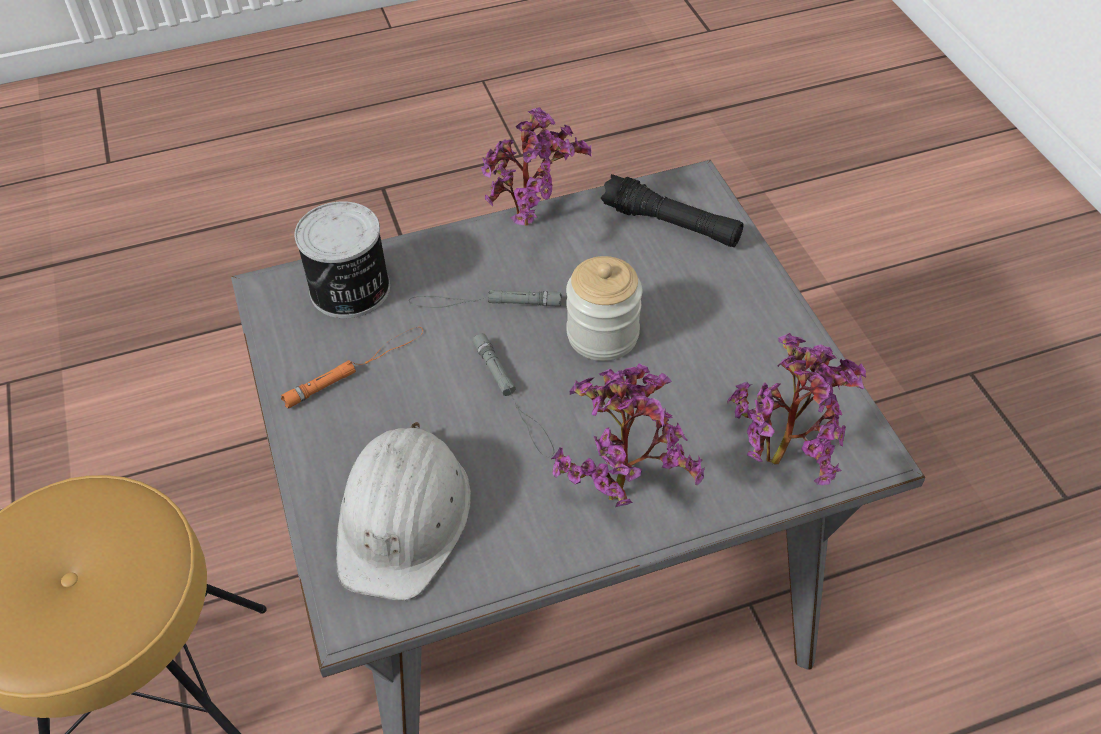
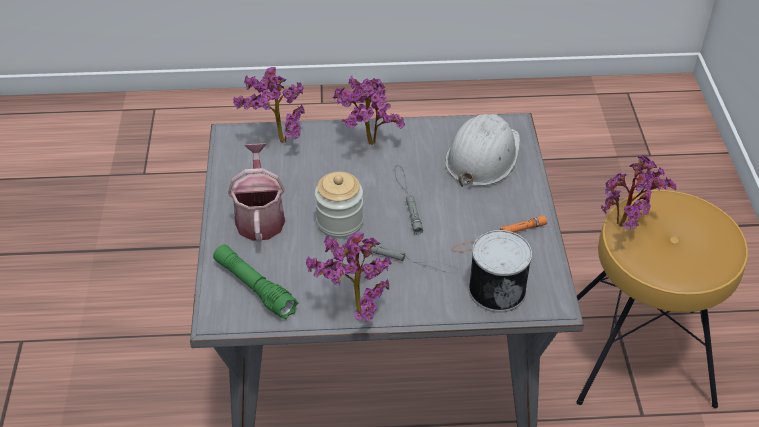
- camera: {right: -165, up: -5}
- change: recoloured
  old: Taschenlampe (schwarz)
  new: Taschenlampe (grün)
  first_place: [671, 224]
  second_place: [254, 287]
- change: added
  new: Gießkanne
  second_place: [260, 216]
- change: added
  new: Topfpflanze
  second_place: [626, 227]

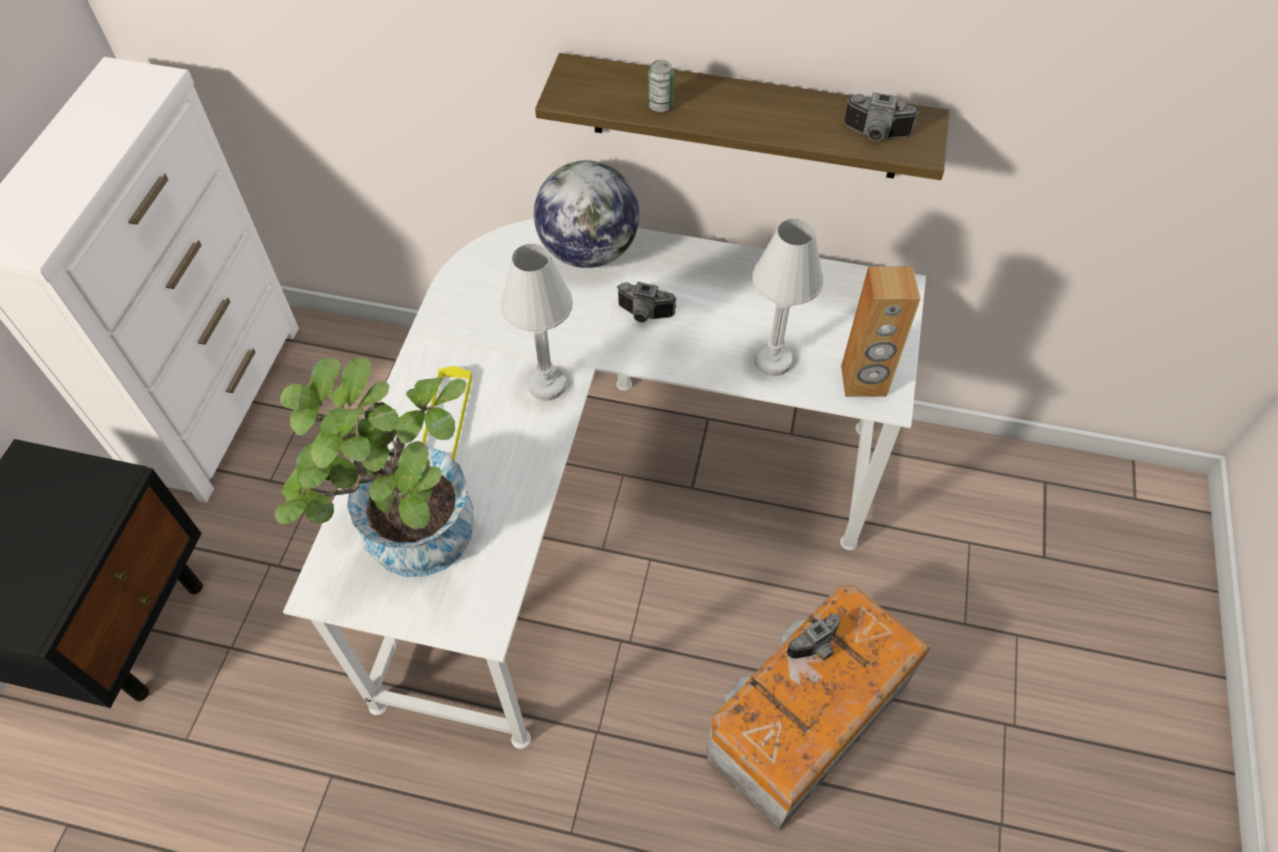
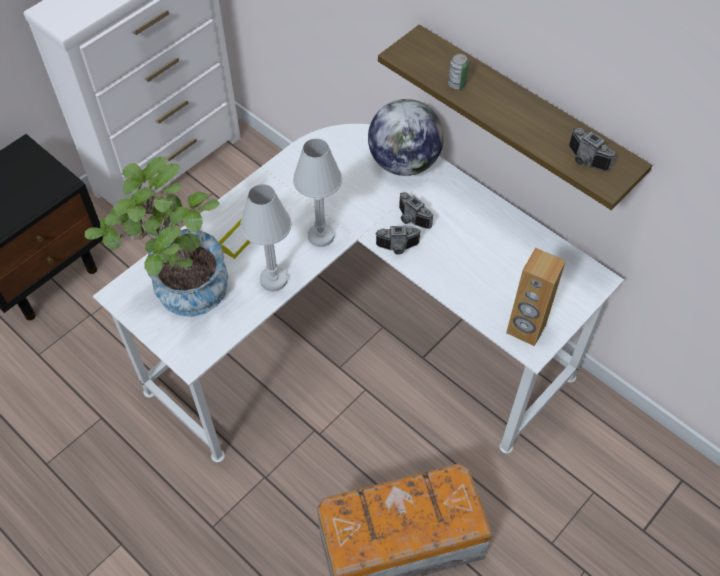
- camera: {right: 30, up: 0}
- change: moved
  old: Tischlampe (weiß)
  first_place: [772, 361]
  second_place: [273, 280]
- change: moved
  old: Kamera
  first_place: [817, 648]
  second_place: [398, 248]

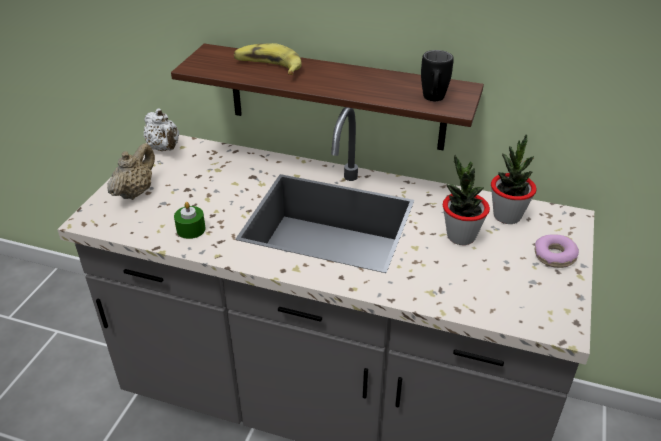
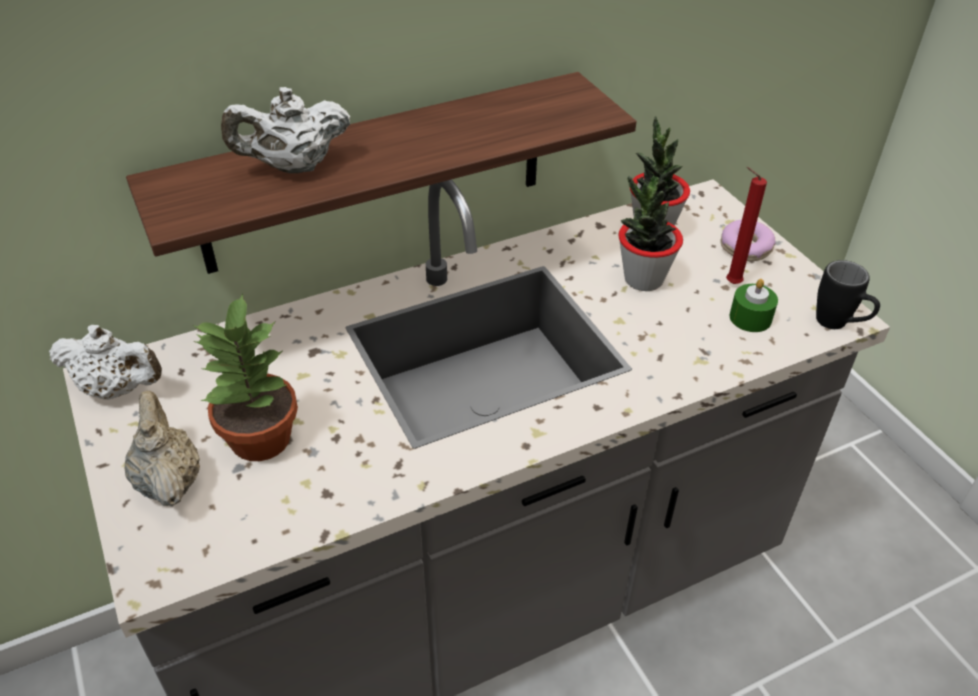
- camera: {right: -45, up: 5}
- change: added
  new: Topfpflanze
  second_place: [259, 439]
- change: replaced
  old: Banane
  new: Teekanne (weiß)
  first_place: [268, 67]
  second_place: [294, 167]
- change: added
  new: Kerze (rot)
  second_place: [730, 283]
- change: moved
  old: Kerze (grün)
  first_place: [191, 229]
  second_place: [750, 318]
- change: moved
  old: Henkelbecher (schwarz)
  first_place: [433, 100]
  second_place: [839, 325]

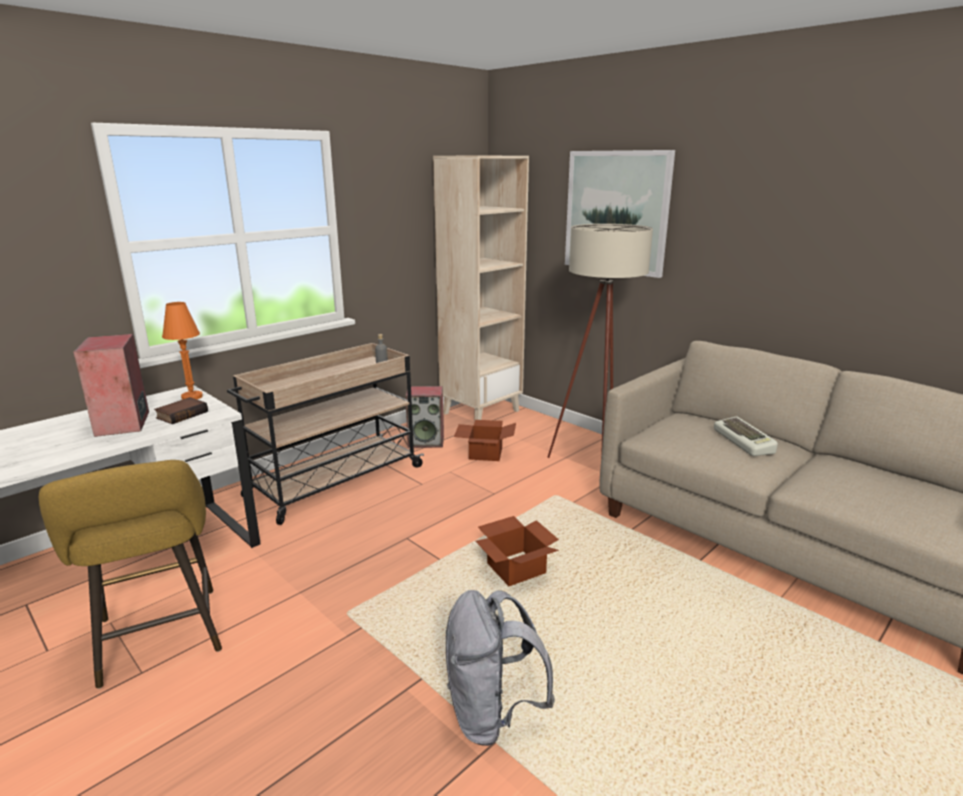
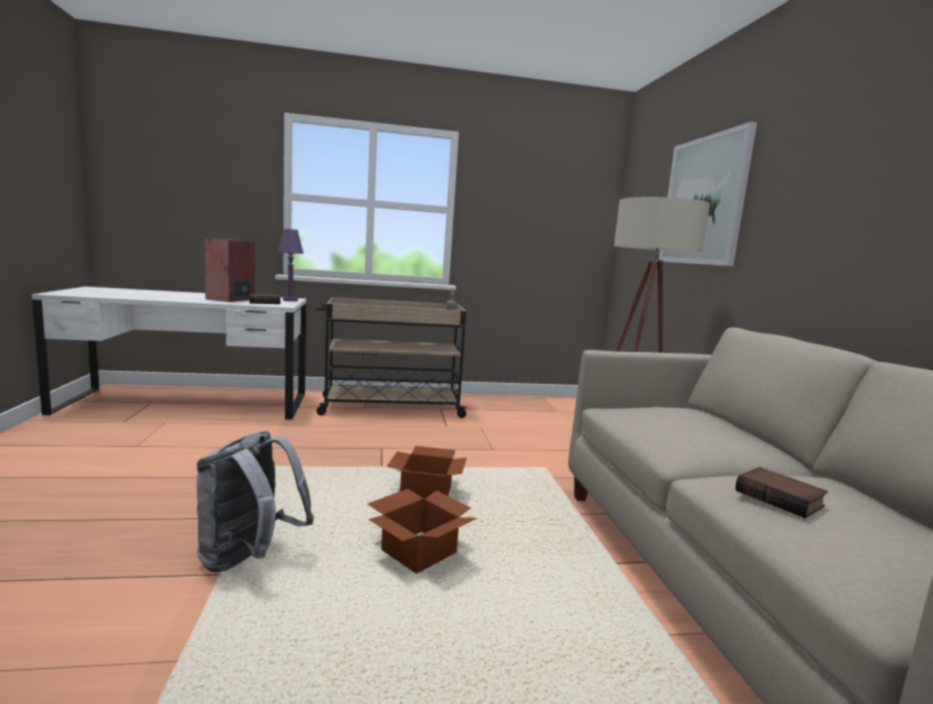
- camera: {right: 35, up: -10}
- change: recoloured
  old: Tischlampe (orange)
  new: Tischlampe (lila)
  first_place: [192, 397]
  second_place: [290, 300]
- change: moved
  old: Karton
  first_place: [484, 453]
  second_place: [418, 551]
- change: added
  new: Buch
  second_place: [781, 498]
- change: removed
  old: Hocker (gelb)
  first_place: [160, 641]
- change: removed
  old: Lautsprecher
  first_place: [426, 441]
- change: removed
  old: Bücherregal (beige)
  first_place: [481, 411]
- change: removed
  old: Tastatur
  first_place: [745, 441]

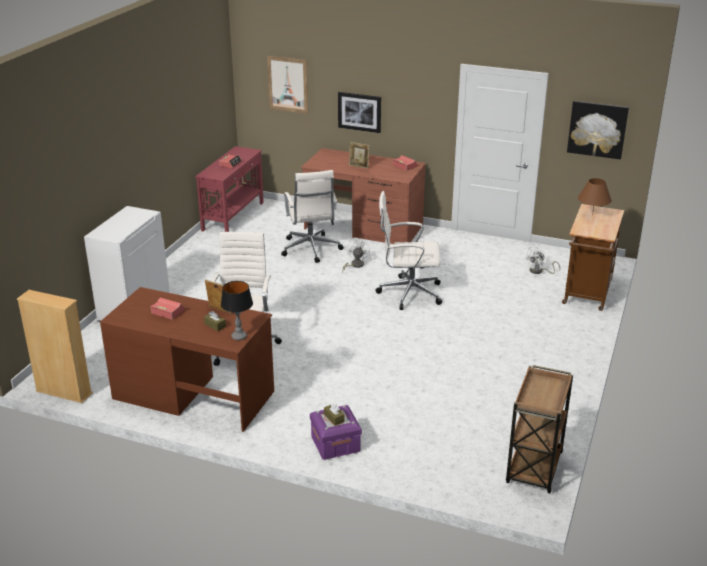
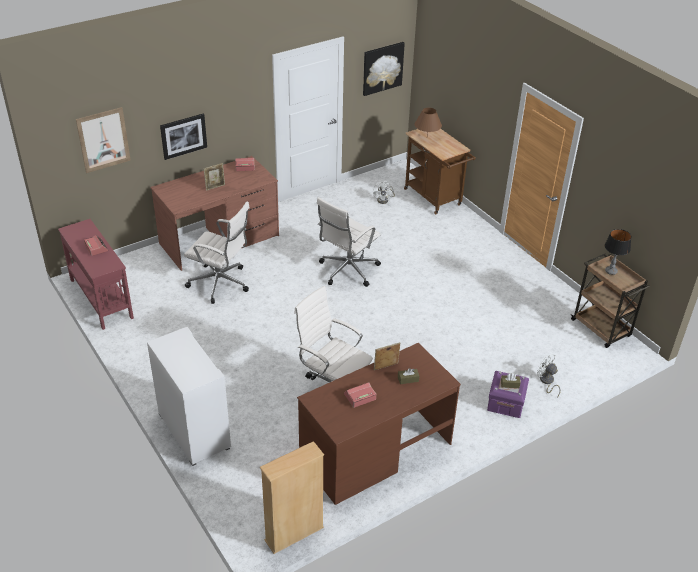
- camera: {right: -55, up: 10}
- change: moved
  old: Ventilator (weiß)
  first_place: [355, 265]
  second_place: [546, 382]
- change: moved
  old: Tischlampe
  first_place: [239, 337]
  second_place: [611, 271]

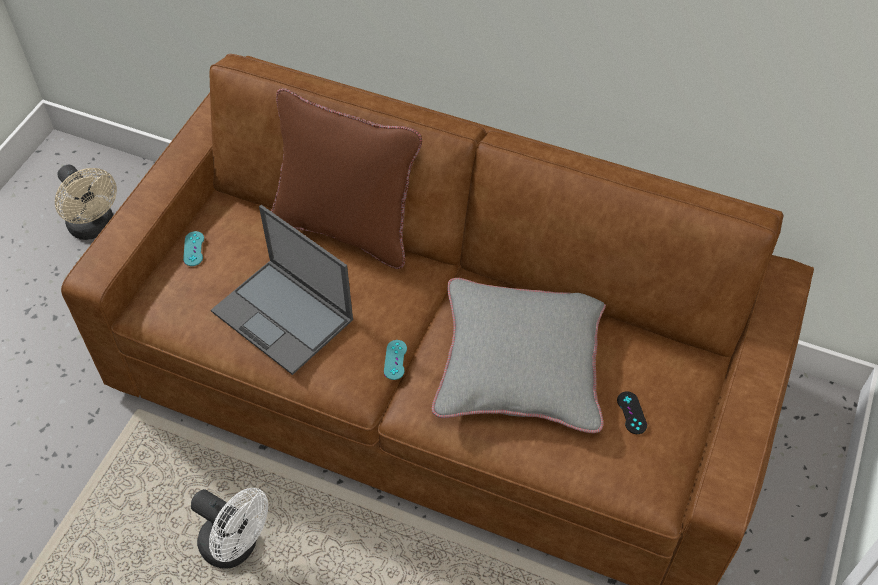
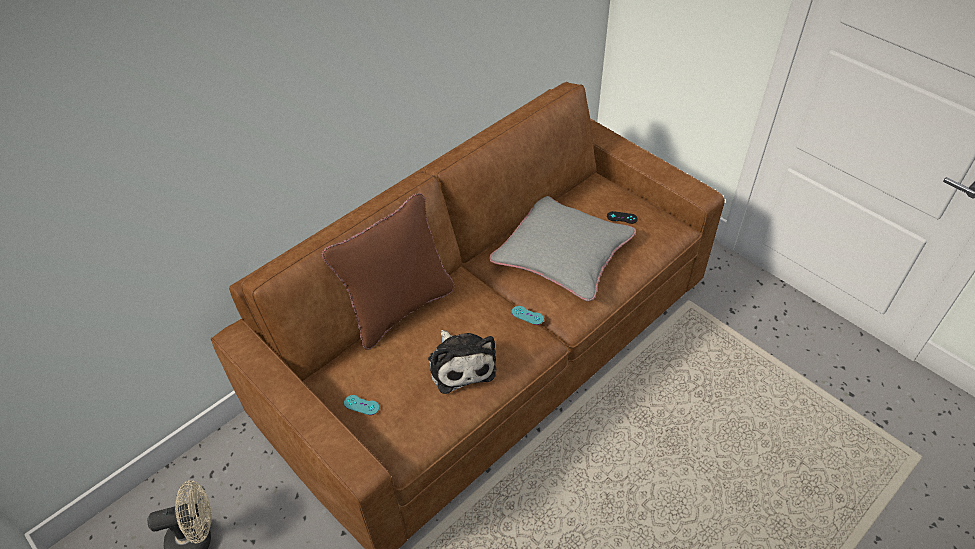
- camera: {right: -65, up: -5}
- change: replaced
  old: Laptop
  new: Plüschtier
  first_place: [284, 316]
  second_place: [461, 364]
- change: removed
  old: Ventilator (weiß)
  first_place: [236, 546]

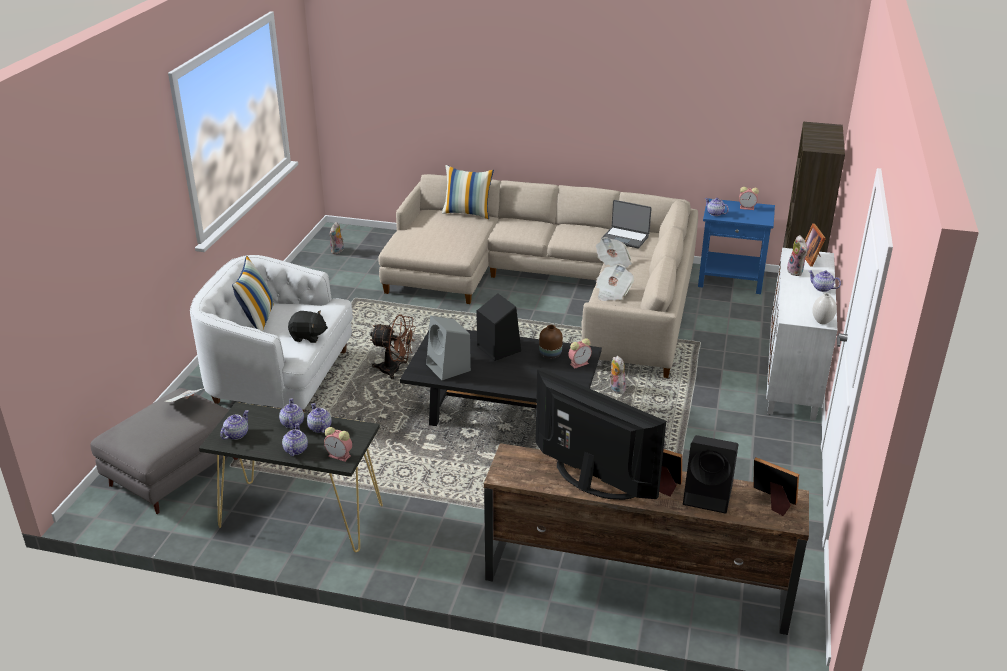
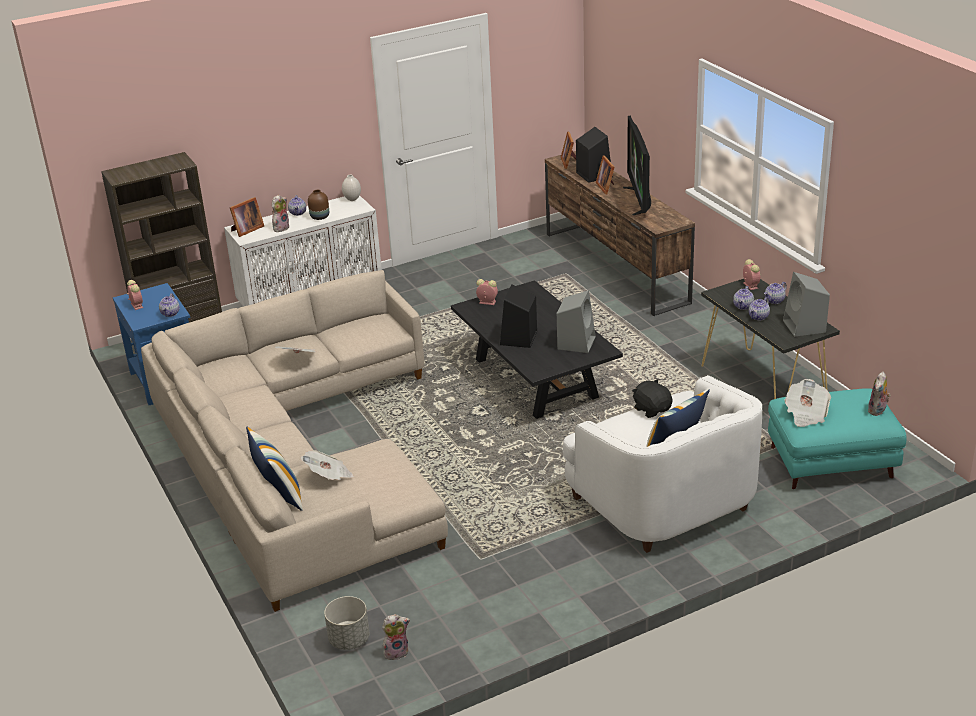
- camera: {right: -130, up: 0}
- change: moved
  old: Zeitung
  first_place: [612, 293]
  second_place: [329, 476]
- change: moved
  old: Vase (braun)
  first_place: [549, 354]
  second_place: [320, 217]
- change: added
  new: Pflanzkübel (grau)
  second_place: [349, 639]
- change: recoloured
  old: Polsterhocker (grau)
  new: Polsterhocker (türkis)
  first_place: [174, 472]
  second_place: [831, 463]
- change: replaced
  old: Teekanne
  new: Lautsprecher (grau)
  first_place: [236, 434]
  second_place: [805, 327]
- change: moved
  old: Plüschtier
  first_place: [615, 389]
  second_place: [878, 411]
- change: removed
  old: Ventilator (braun)
  first_place: [395, 370]
- change: removed
  old: Laptop
  first_place: [625, 238]

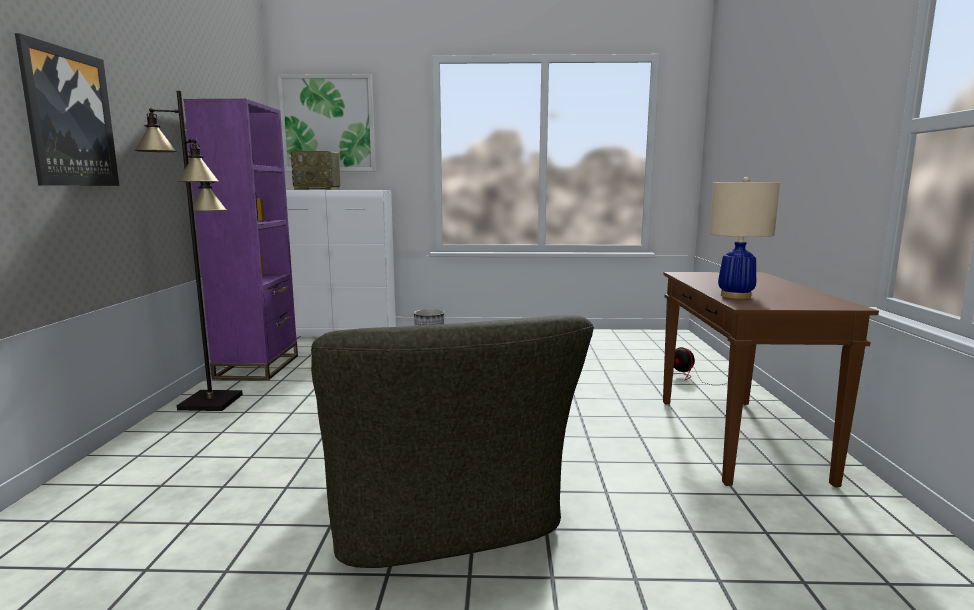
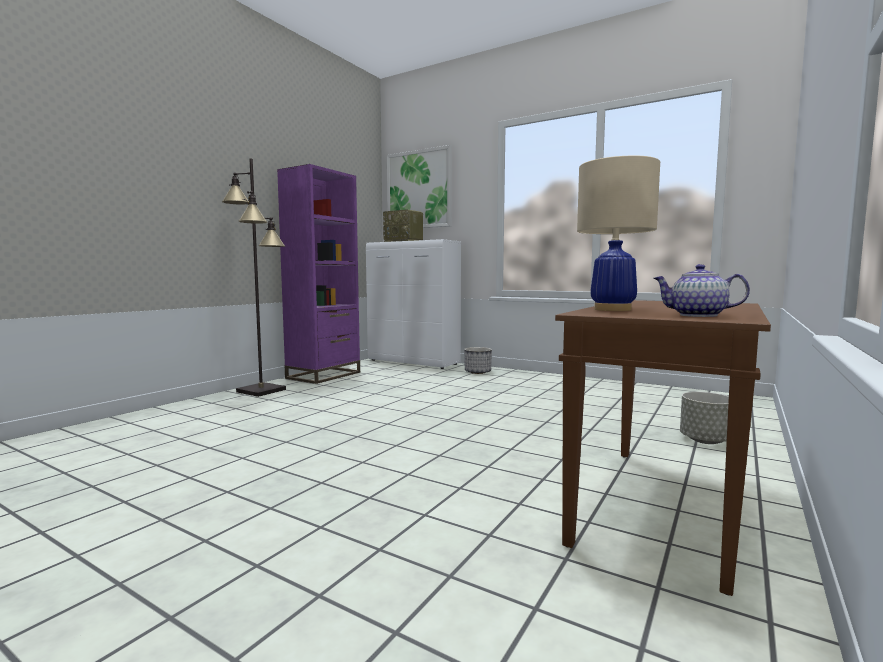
- camera: {right: 30, up: -5}
- change: added
  new: Teekanne
  second_place: [697, 315]
- change: replaced
  old: Ventilator
  new: Pflanzkübel (grau)
  first_place: [695, 378]
  second_place: [704, 440]
- change: removed
  old: Bild
  first_place: [69, 118]
- change: removed
  old: Sessel (grün)
  first_place: [443, 519]

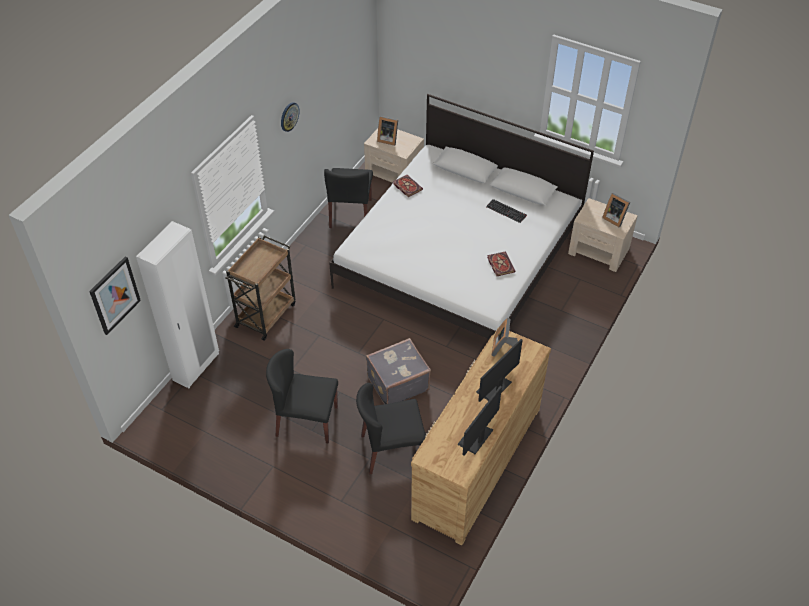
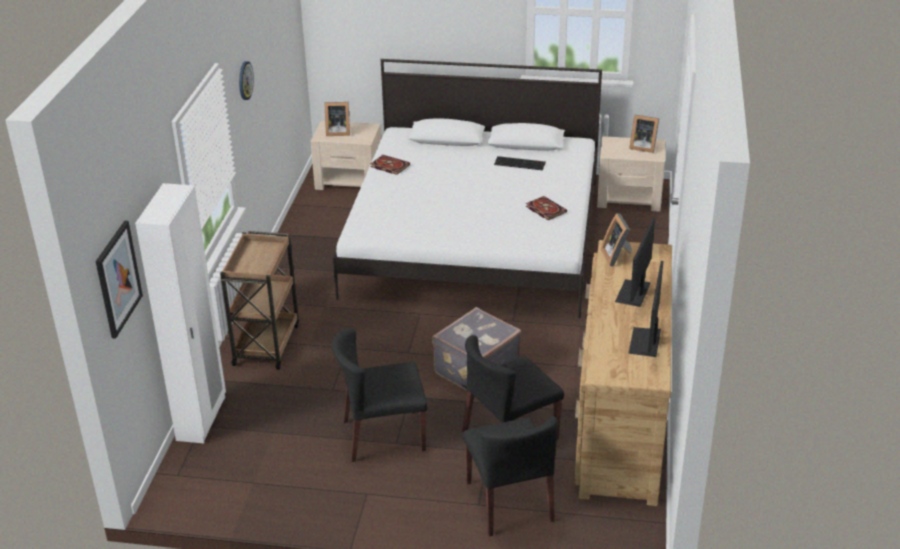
- camera: {right: -20, up: -15}
- change: moved
  old: Stuhl (schwarz)
  first_place: [351, 214]
  second_place: [509, 502]

